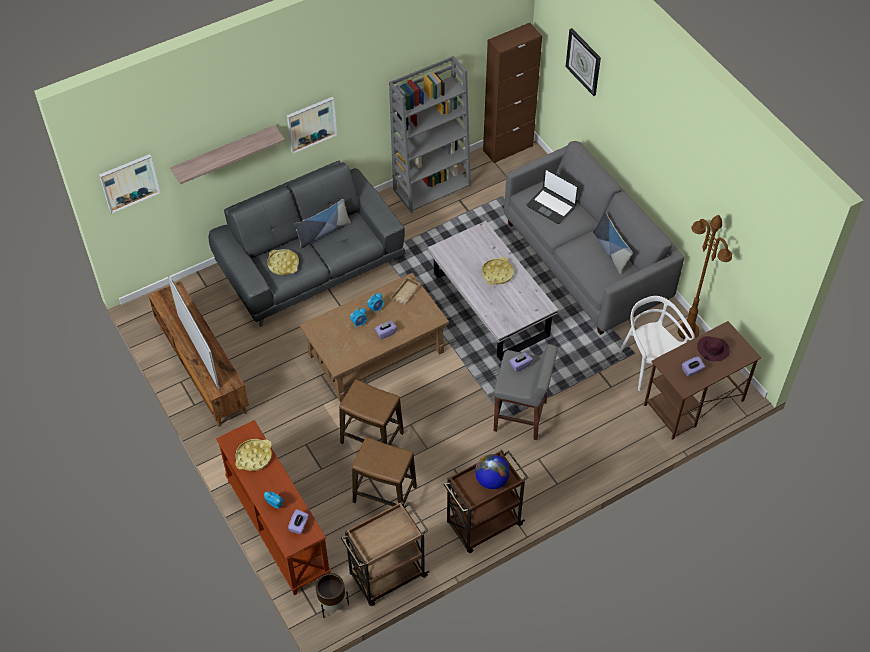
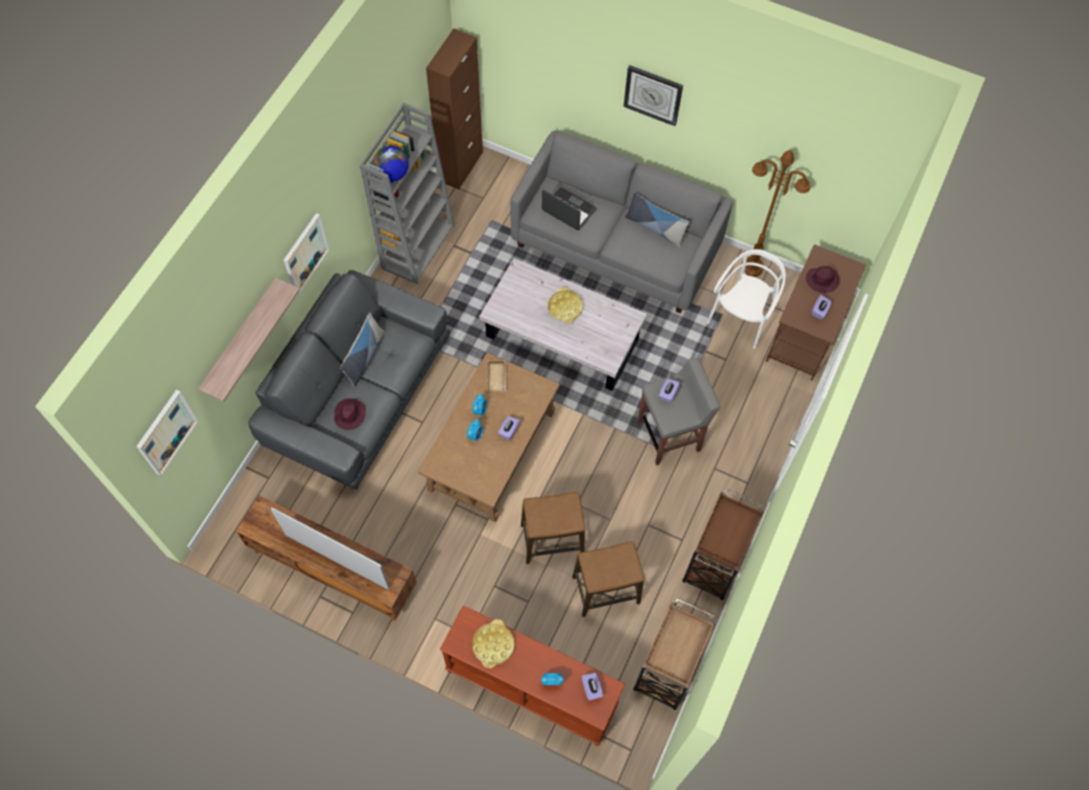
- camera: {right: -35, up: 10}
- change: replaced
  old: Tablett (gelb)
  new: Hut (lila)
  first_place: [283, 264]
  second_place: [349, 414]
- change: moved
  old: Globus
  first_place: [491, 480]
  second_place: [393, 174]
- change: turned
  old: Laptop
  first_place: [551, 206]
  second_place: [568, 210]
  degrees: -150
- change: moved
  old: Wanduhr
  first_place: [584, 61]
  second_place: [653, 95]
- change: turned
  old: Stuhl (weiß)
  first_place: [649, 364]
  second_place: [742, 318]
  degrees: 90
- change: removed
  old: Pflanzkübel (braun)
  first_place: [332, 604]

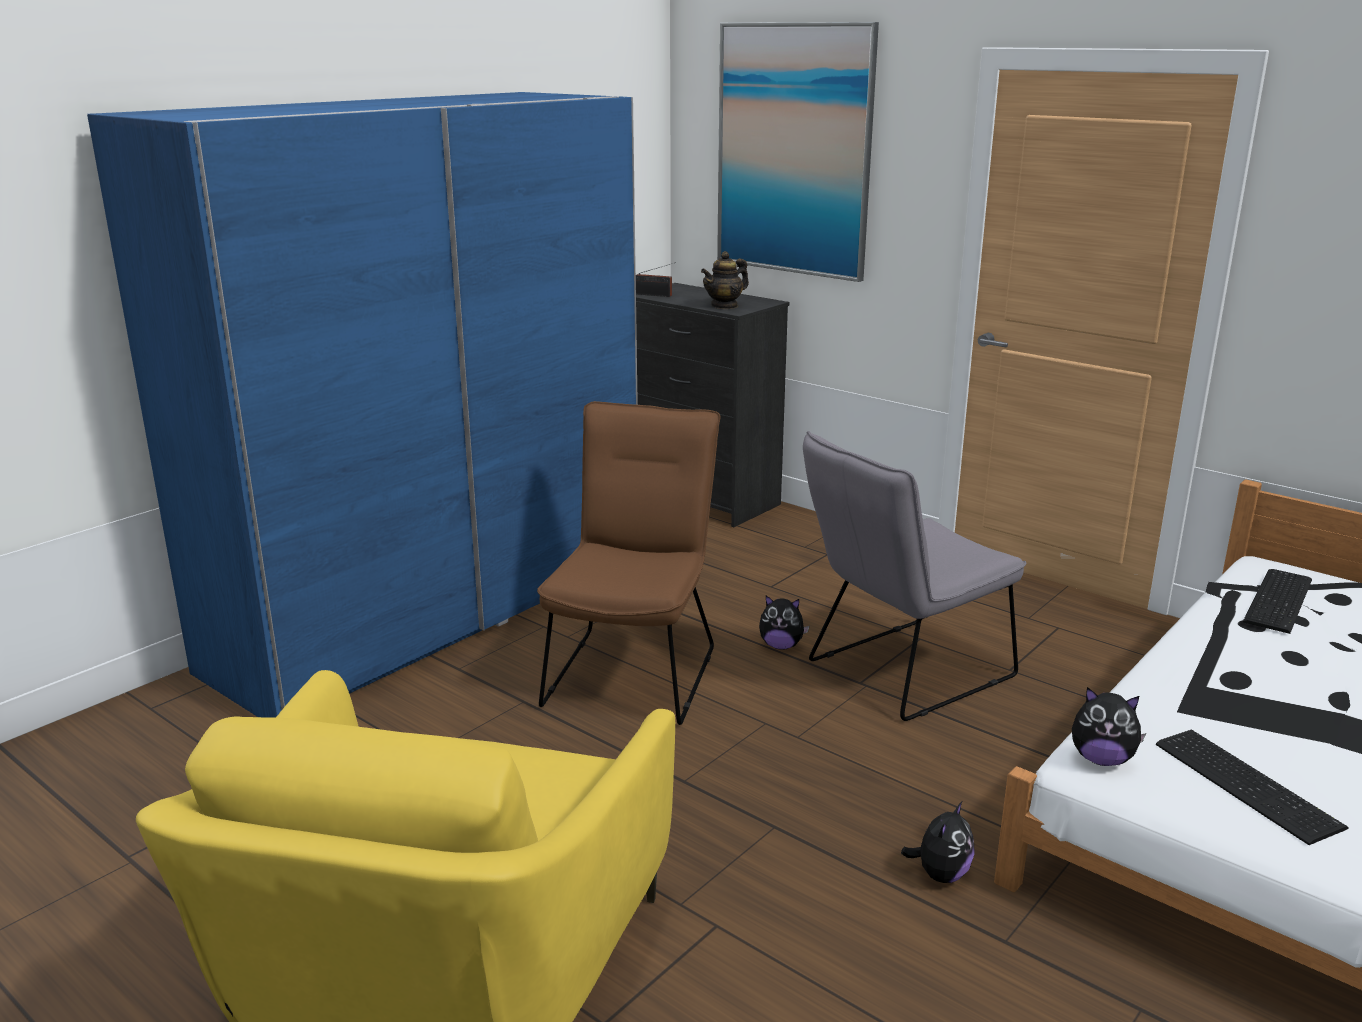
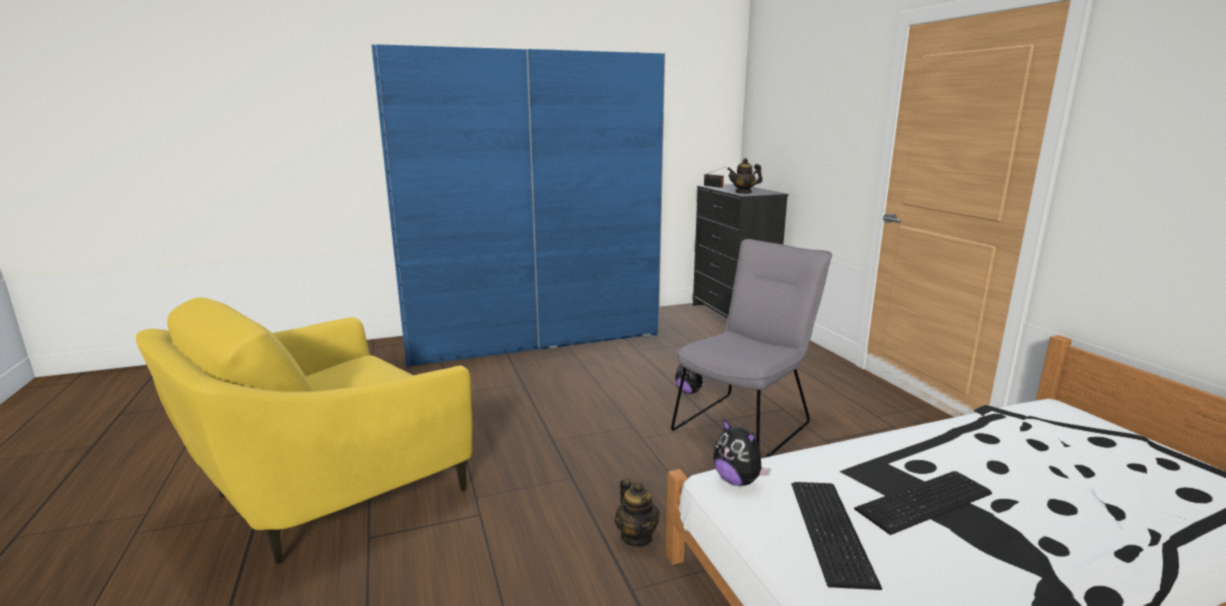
- camera: {right: 30, up: -5}
- change: replaced
  old: Plüschtier
  new: Teekanne
  first_place: [940, 874]
  second_place: [637, 537]
- change: turned
  old: Stuhl (grau)
  first_place: [900, 673]
  second_place: [747, 423]
  degrees: 135
- change: moved
  old: Tastatur
  first_place: [1281, 600]
  second_place: [927, 502]
- change: removed
  old: Stuhl (braun)
  first_place: [635, 670]
- change: removed
  old: Bild
  first_place: [793, 150]

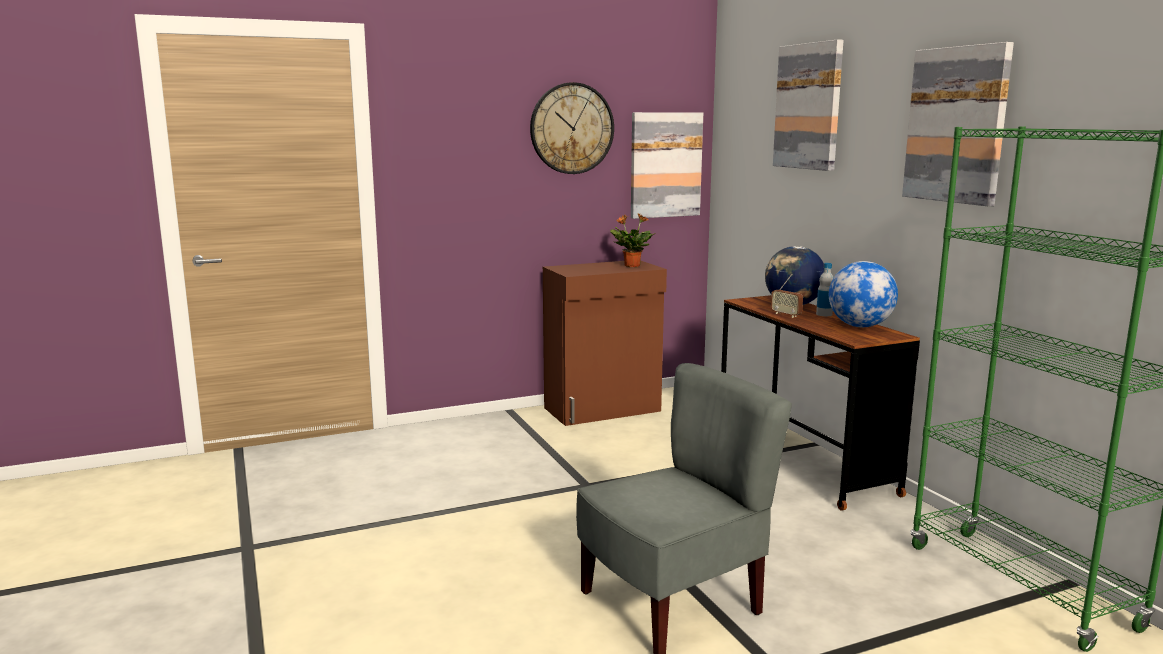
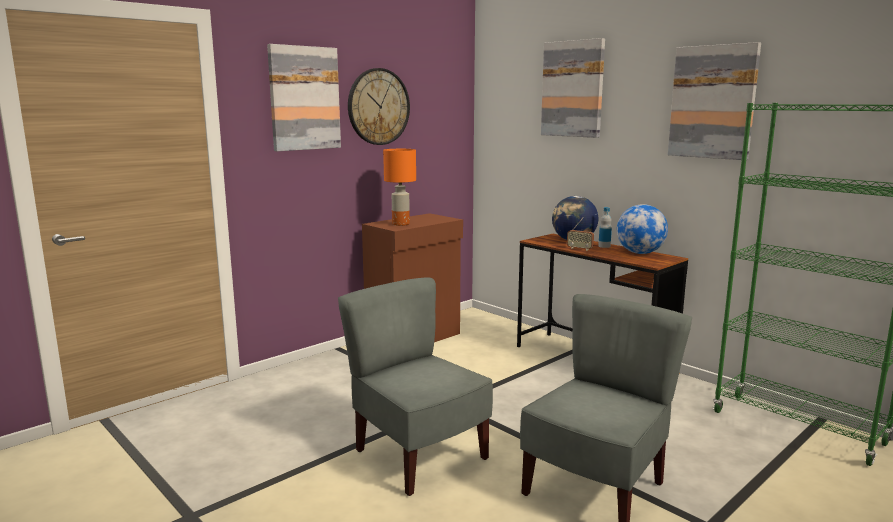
- camera: {right: -20, up: 0}
- change: moved
  old: Bild
  first_place: [665, 165]
  second_place: [304, 98]
- change: added
  new: Stuhl (grau)
  second_place: [418, 456]
- change: added
  new: Tischlampe (orange)
  second_place: [400, 224]
- change: removed
  old: Topfpflanze
  first_place: [631, 266]

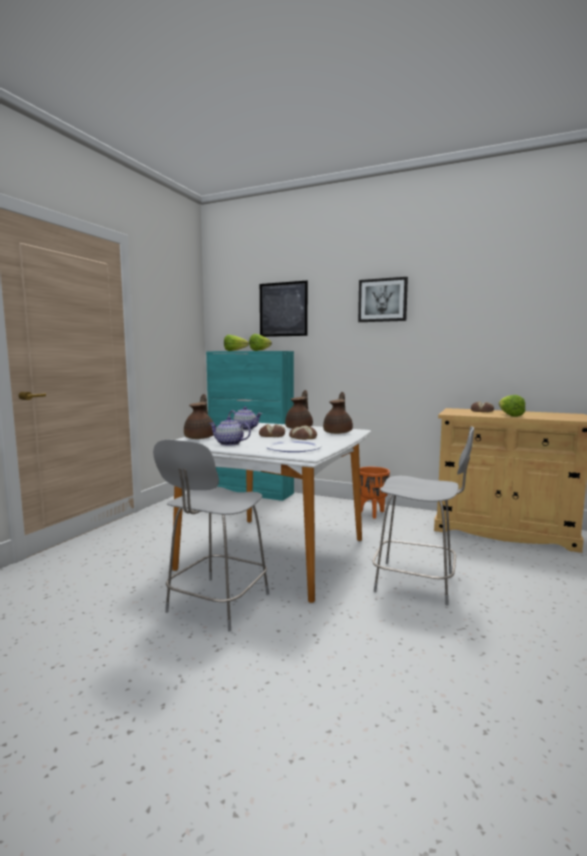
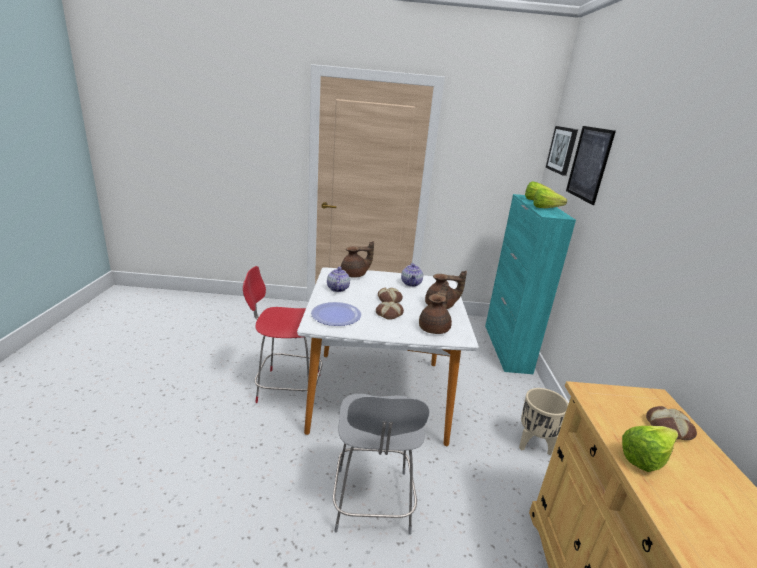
- camera: {right: 65, up: 15}
- change: recoloured
  old: Stuhl (grau)
  new: Stuhl (rot)
  first_place: [216, 604]
  second_place: [286, 387]
- change: turned
  old: Teekanne (braun)
  first_place: [338, 432]
  second_place: [435, 328]
  degrees: -60
- change: recoloured
  old: Pflanzkübel (orange)
  new: Pflanzkübel (beige)
  first_place: [372, 513]
  second_place: [534, 445]
- change: moved
  old: Bild
  first_place: [382, 300]
  second_place: [562, 150]

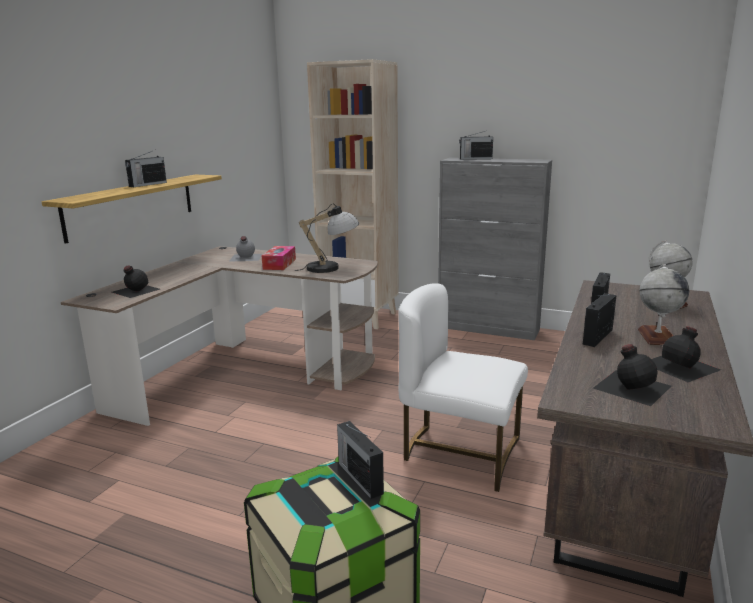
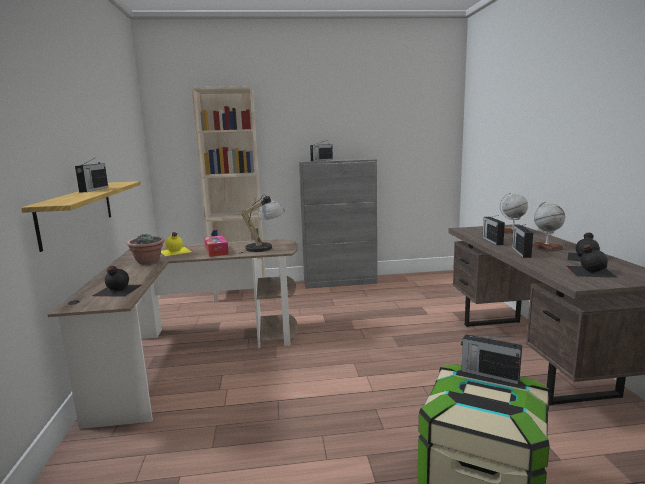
- camera: {right: -30, up: -5}
- change: added
  new: Topfpflanze
  second_place: [148, 261]
- change: recoloured
  old: Flasche (grau)
  new: Flasche (gelb)
  first_place: [245, 257]
  second_place: [175, 251]
- change: removed
  old: Stuhl (weiß)
  first_place: [460, 452]

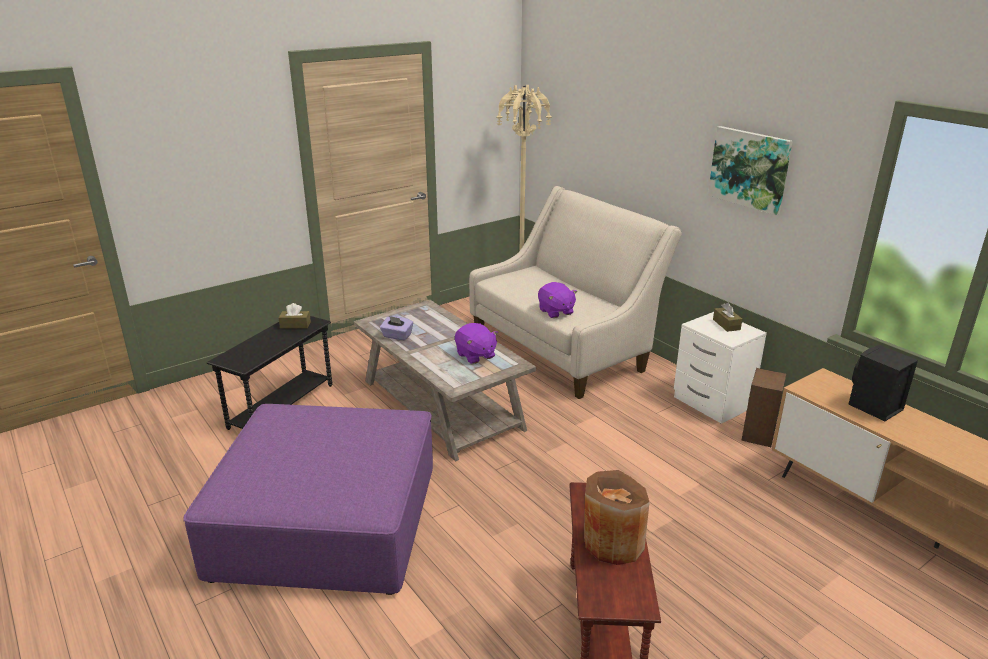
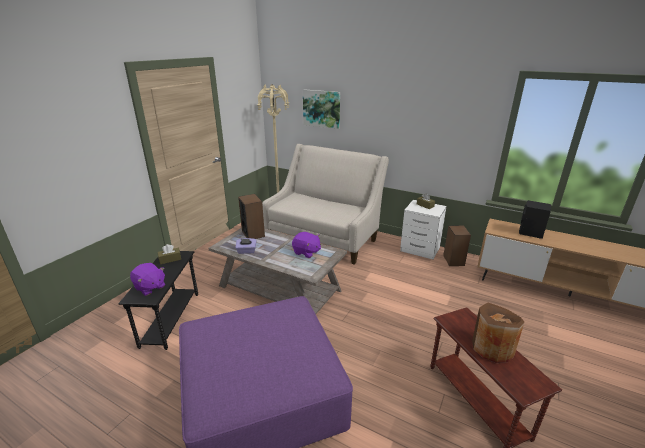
- camera: {right: -25, up: 0}
- change: moved
  old: Plüschtier (lila)
  first_place: [555, 311]
  second_place: [150, 287]
- change: added
  new: Lautsprecher
  second_place: [253, 234]
- change: moved
  old: Bild
  first_place: [750, 169]
  second_place: [321, 108]

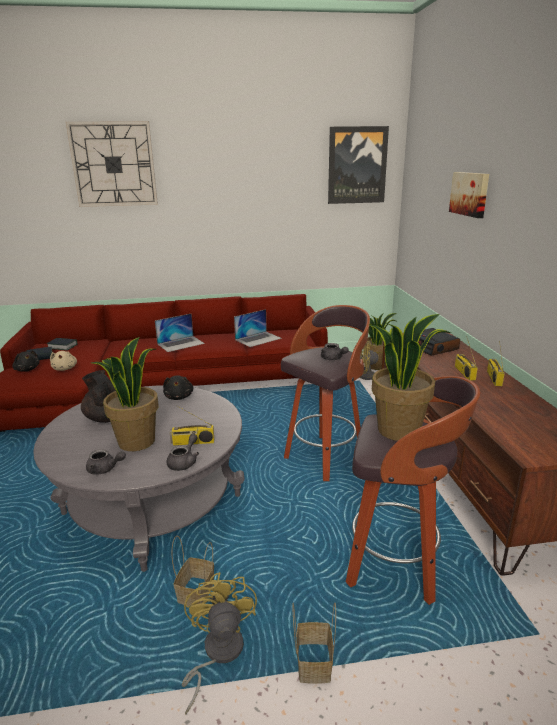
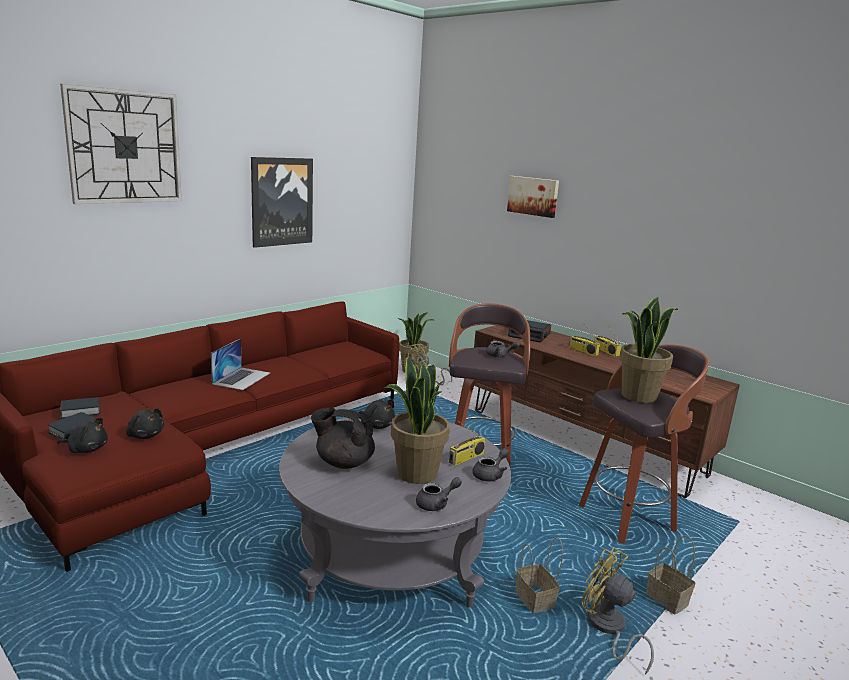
- camera: {right: -40, up: -5}
- change: recoloured
  old: Plüschtier (beige)
  new: Plüschtier (schwarz)
  first_place: [65, 368]
  second_place: [145, 435]
- change: moved
  old: Bild
  first_place: [357, 165]
  second_place: [281, 201]
- change: turned
  old: Teekanne (grau)
  first_place: [184, 462]
  second_place: [490, 475]
  degrees: 60
- change: removed
  old: Laptop
  first_place: [258, 339]

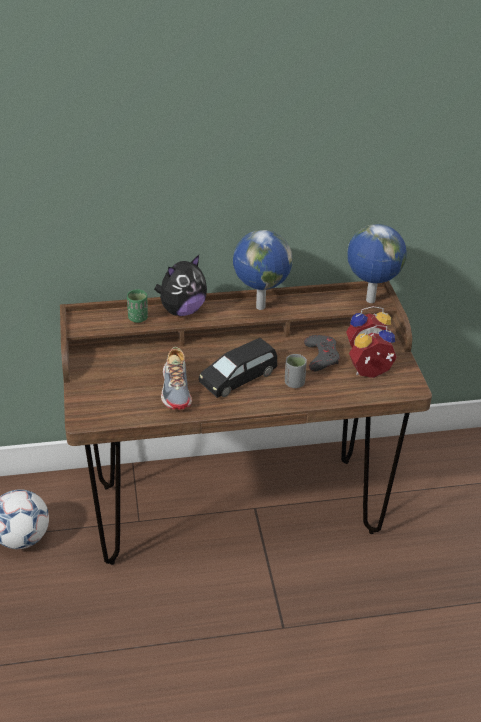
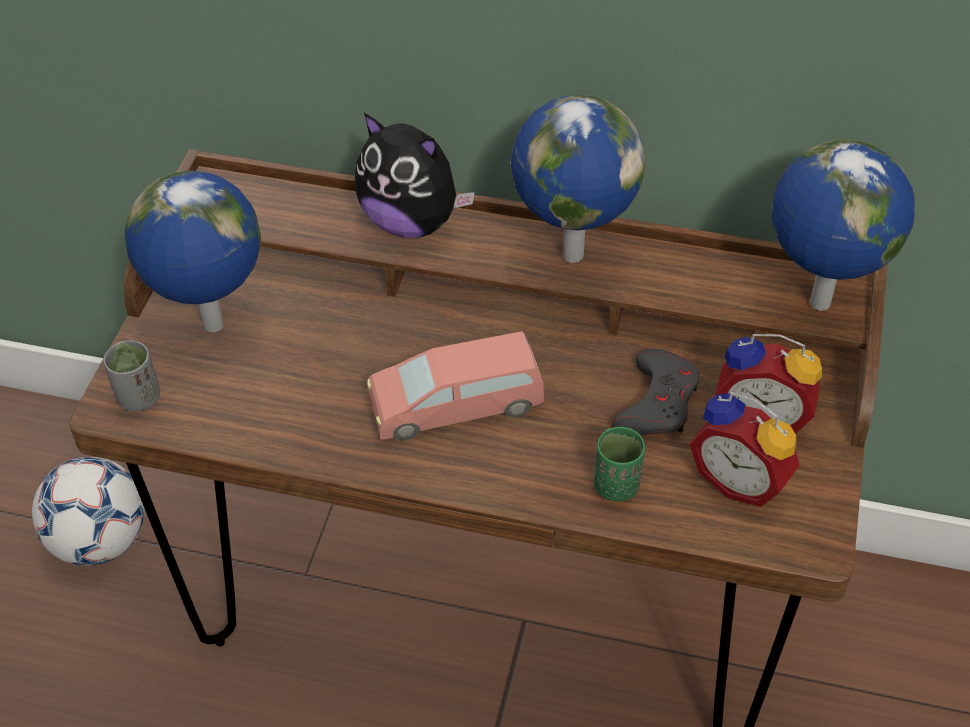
- camera: {right: 25, up: 10}
- change: moved
  old: Tasse (grau)
  first_place: [294, 383]
  second_place: [138, 398]
- change: added
  new: Globus
  second_place: [212, 327]
- change: turned
  old: Plüschtier
  first_place: [182, 310]
  second_place: [412, 222]
  degrees: 45
- change: recoloured
  old: Spielzeugauto (schwarz)
  new: Spielzeugauto (rosa)
  first_place: [238, 378]
  second_place: [456, 405]
- change: moved
  old: Tasse (grün)
  first_place: [138, 318]
  second_place: [616, 486]
- change: turned
  old: Wecker
  first_place: [371, 374]
  second_place: [741, 480]
  degrees: -150
- change: removed
  old: Schuh
  first_place: [176, 388]

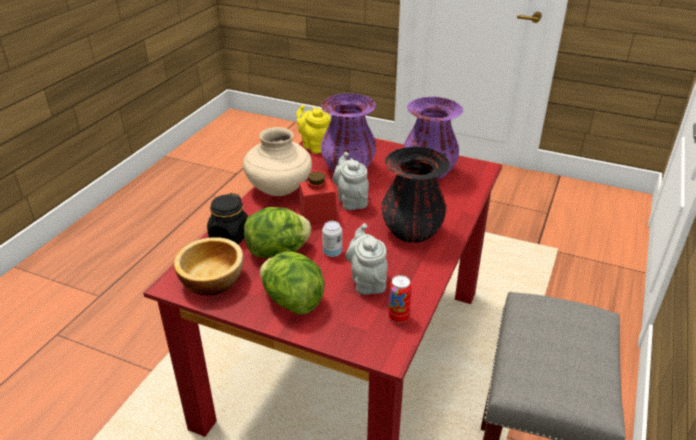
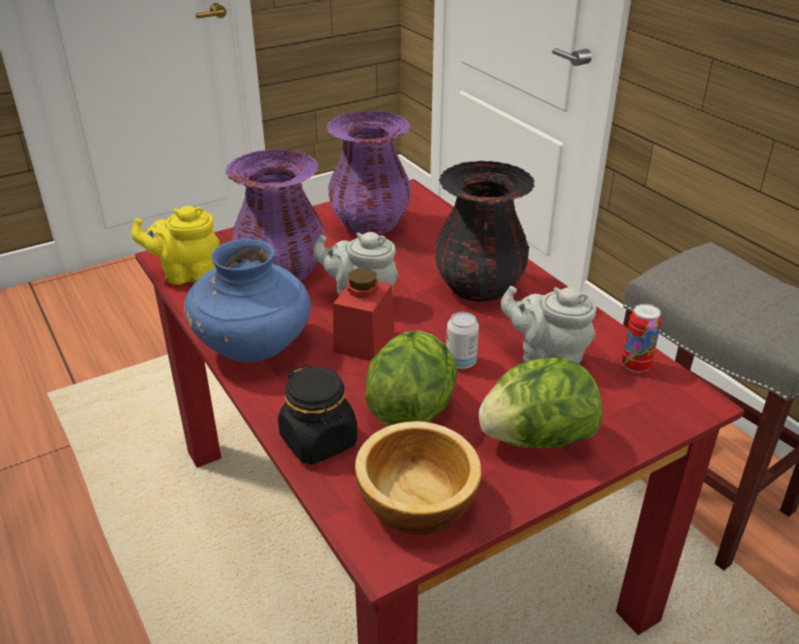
- camera: {right: -55, up: 0}
- change: recoloured
  old: Vase (beige)
  new: Vase (blau)
  first_place: [279, 189]
  second_place: [254, 347]

